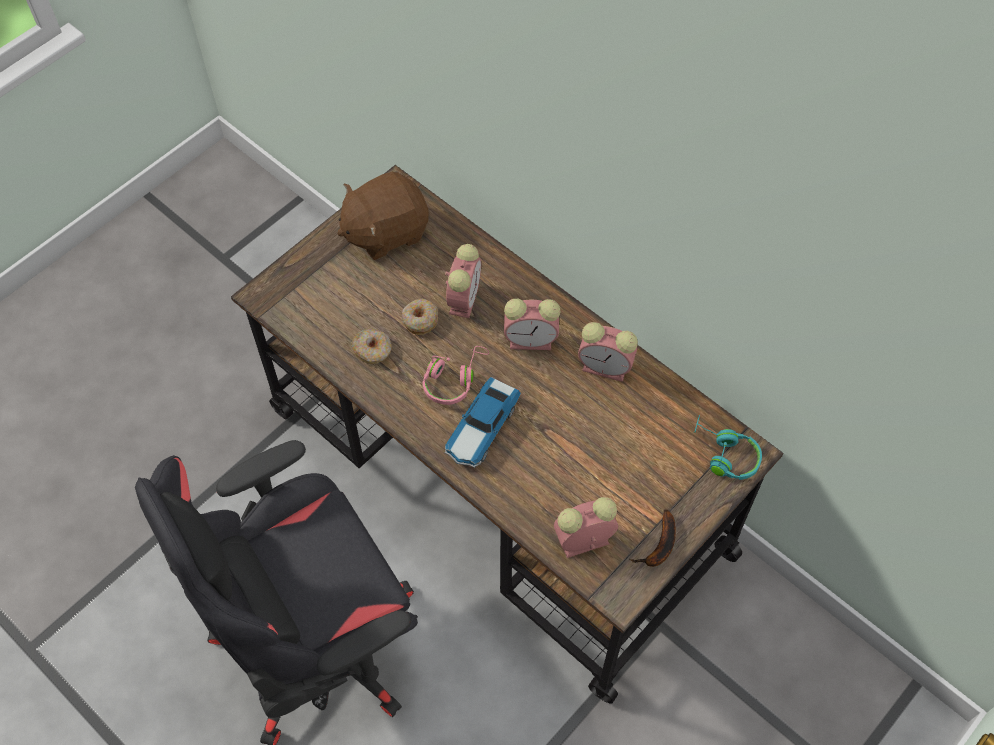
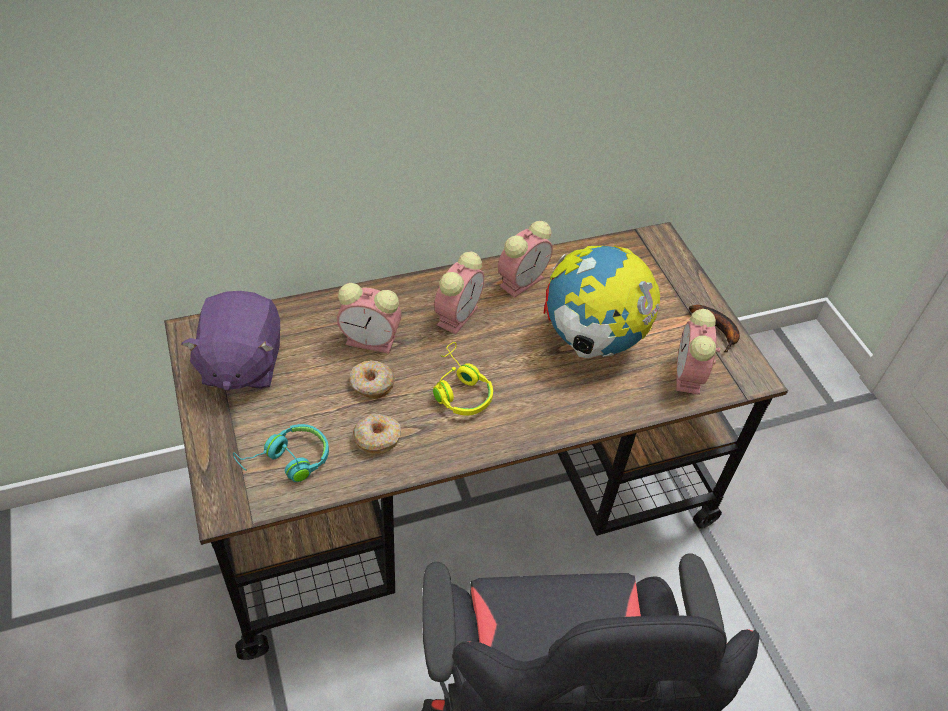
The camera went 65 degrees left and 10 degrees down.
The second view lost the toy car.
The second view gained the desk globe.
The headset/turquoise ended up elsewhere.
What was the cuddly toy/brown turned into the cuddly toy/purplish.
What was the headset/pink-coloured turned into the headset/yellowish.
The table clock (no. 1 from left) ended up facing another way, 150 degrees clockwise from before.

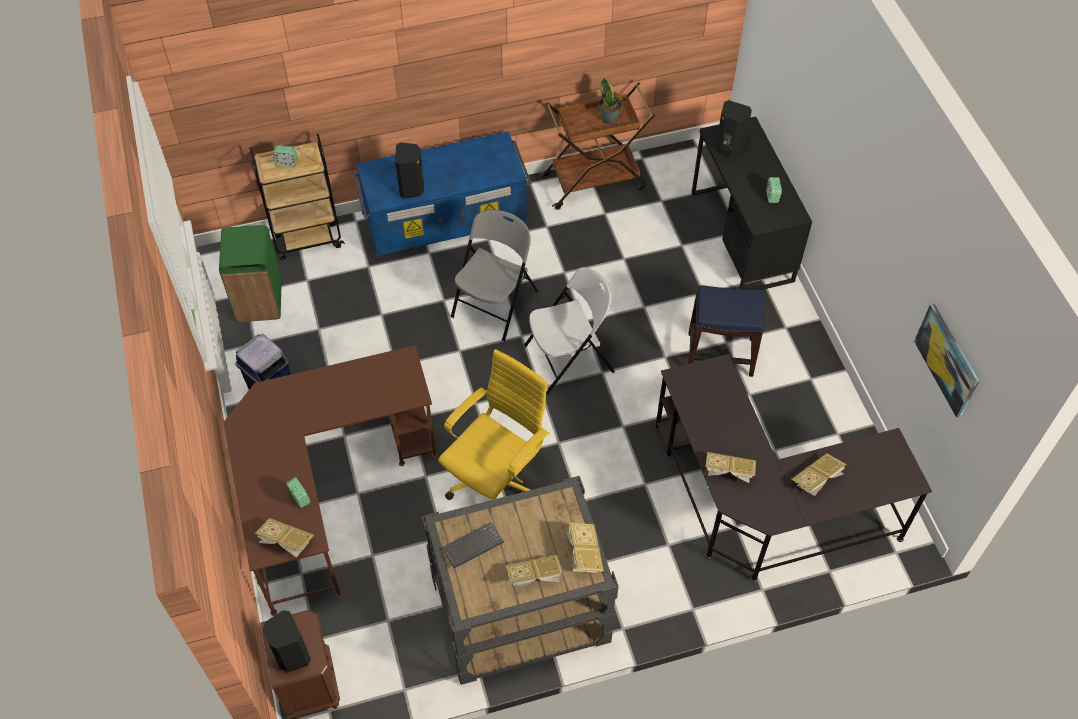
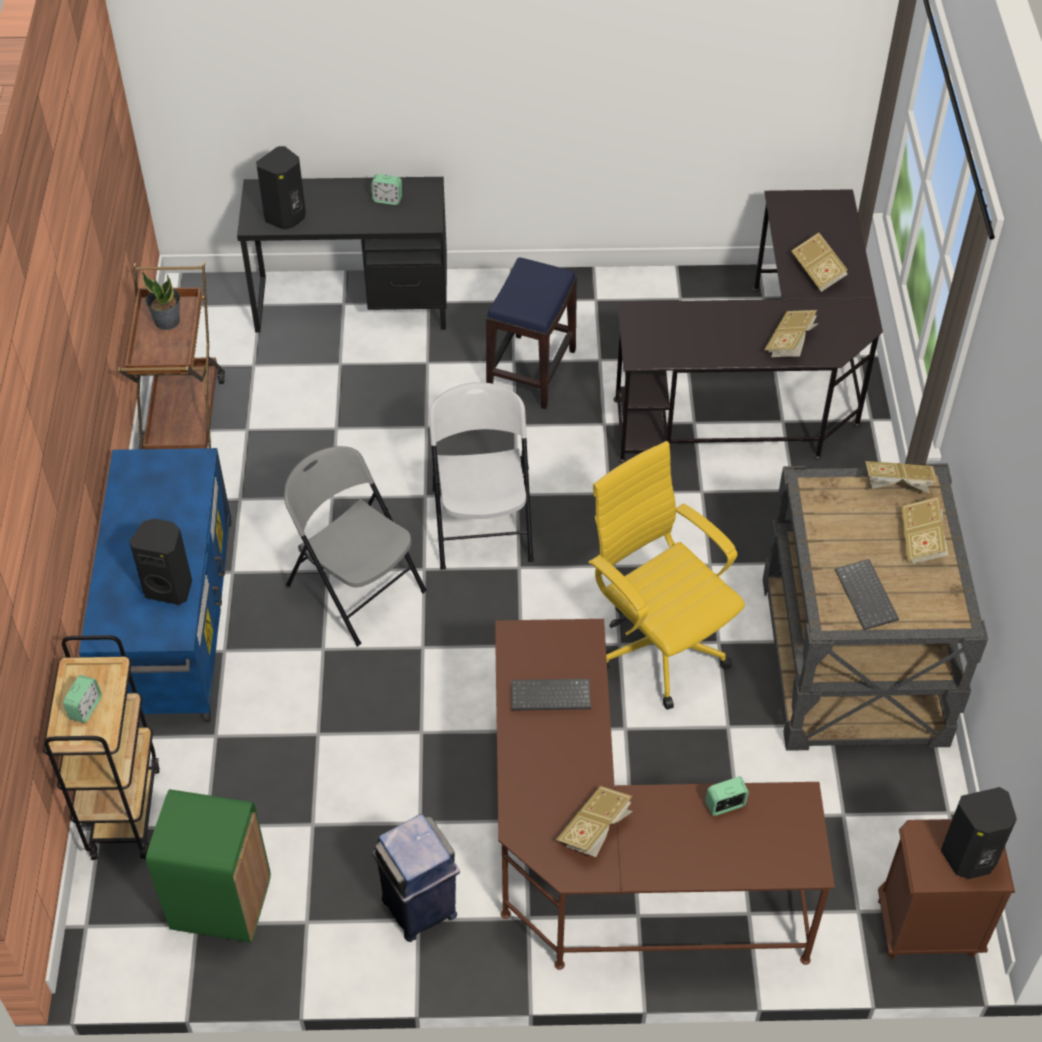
The camera went 75 degrees left and 5 degrees down.
The second view lost the wall art.
The second view gained the PC keyboard (no. 1 from left).
The bound book (no. 1 from left) ended up elsewhere.

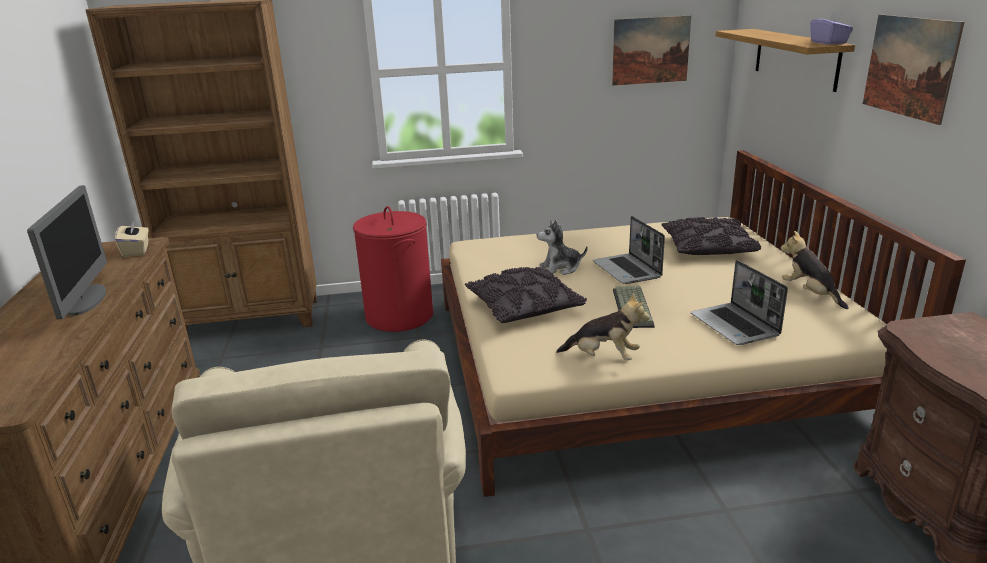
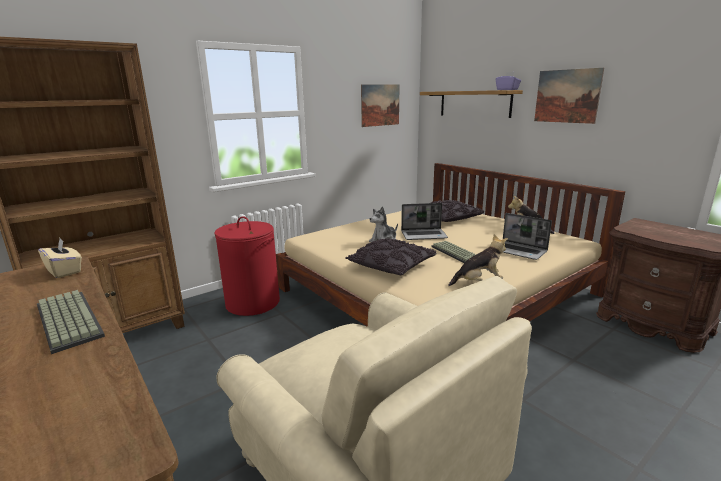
The camera went 30 degrees left and 5 degrees down.
Where the monitor stood, the PC keyboard (no. 1 from left) came to stand.
The laptop (no. 1 from left) ended up facing another way, 45 degrees counterclockwise from before.

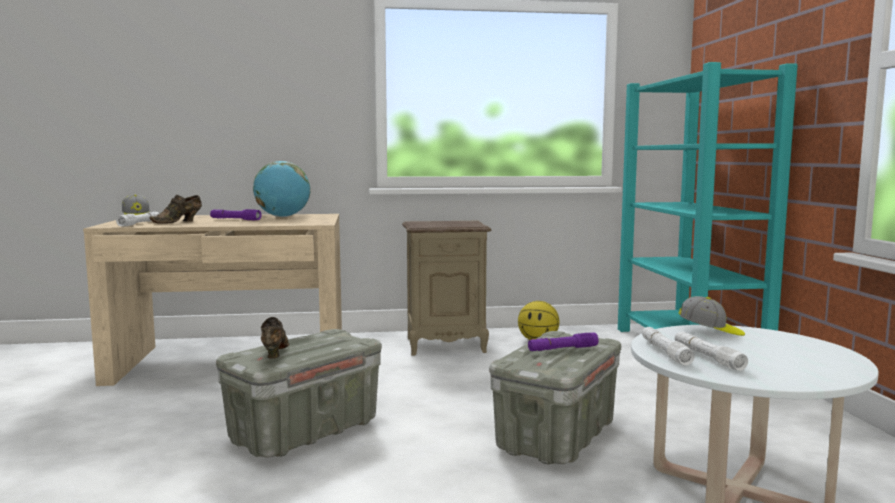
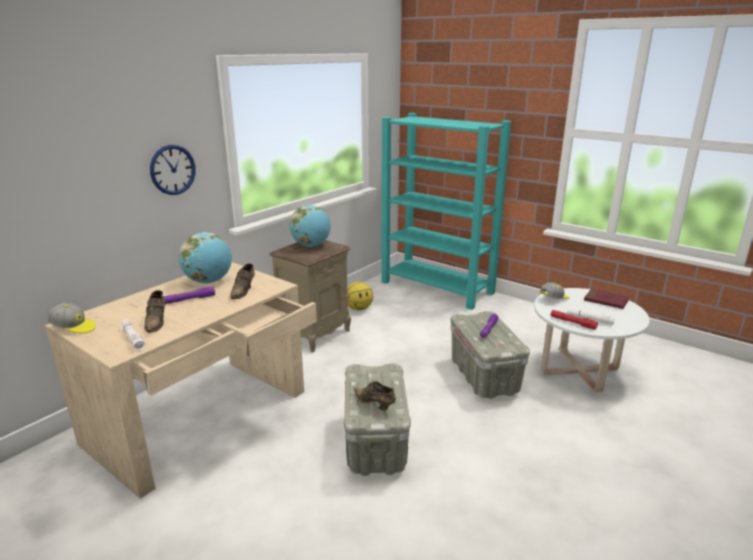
The camera went 45 degrees left and 15 degrees up.
The second view gained the wall clock.
The second view gained the low shoe/brown (no. 2 from left).
The second view gained the desk globe (no. 2 from left).
The second view gained the bound book/red-coloured.
What was the torch/whitish (no. 2 from left) turned into the torch/red-coloured.

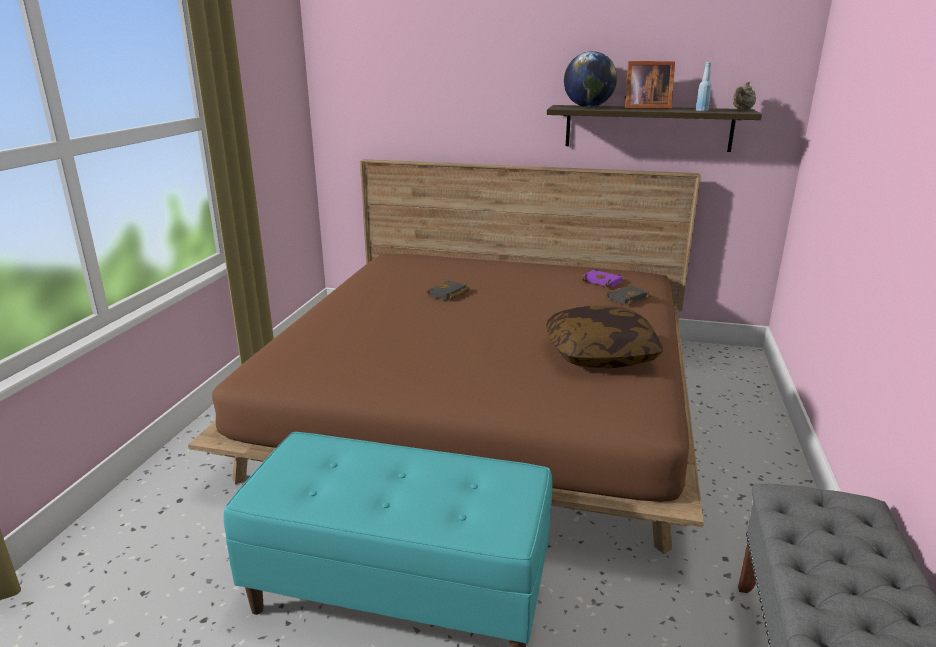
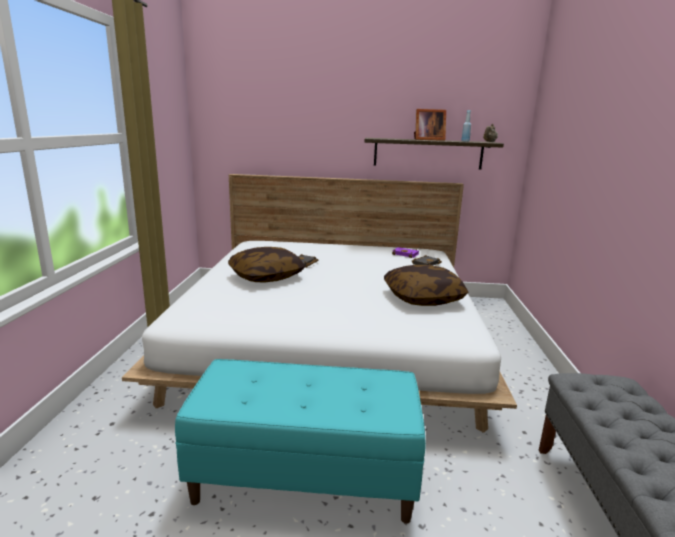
The camera went 10 degrees left and 5 degrees down.
The second view lost the desk globe.
The second view gained the throw pillow (no. 1 from left).
What was the sleeping bed/brown turned into the sleeping bed/whitish.

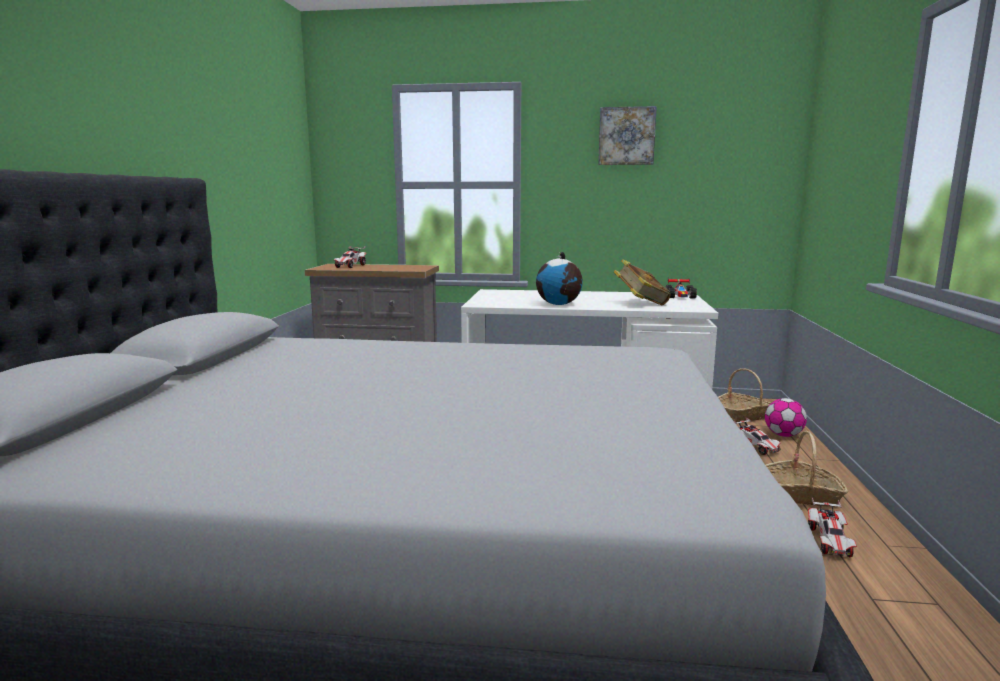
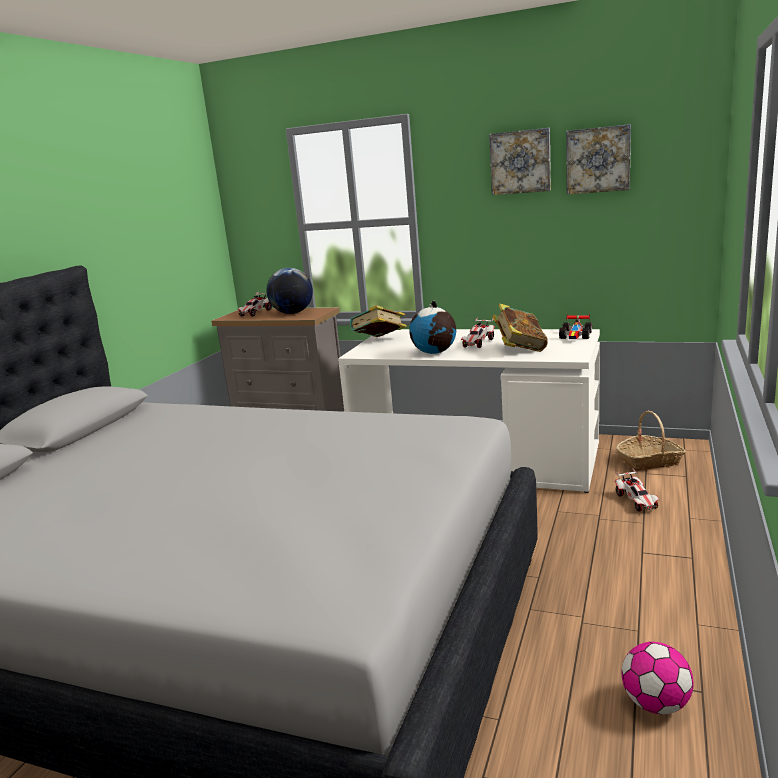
The camera went 15 degrees right and 5 degrees up.
The second view lost the basket (no. 2 from left).
The second view gained the desk globe (no. 1 from left).
The second view gained the bound book (no. 1 from left).
The second view gained the wall art (no. 2 from left).
The football ball ended up elsewhere.
The toy car (no. 4 from left in the first image) ended up elsewhere.

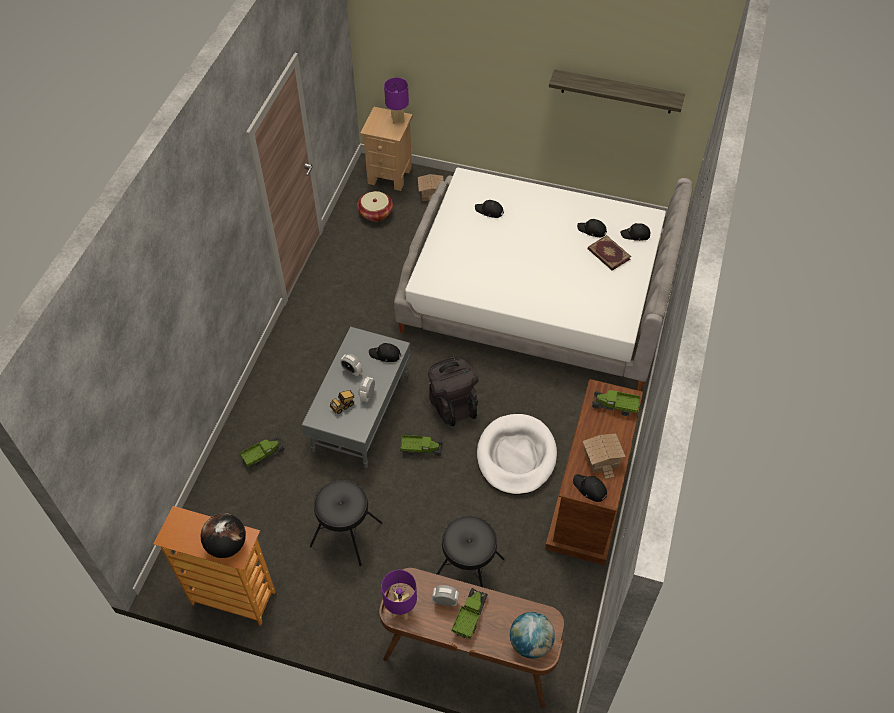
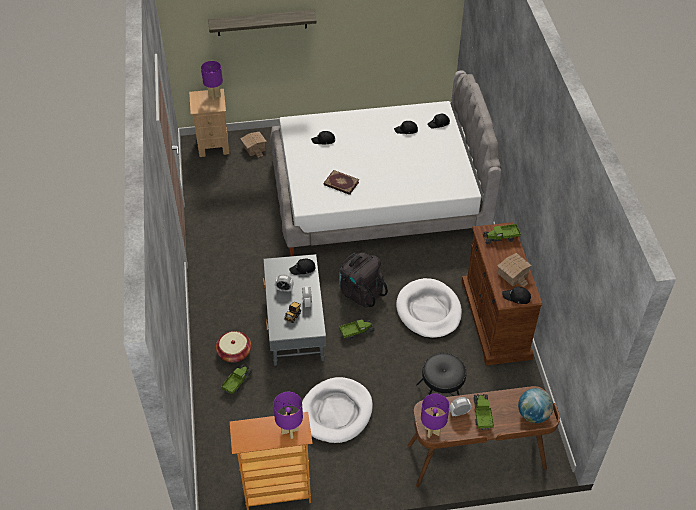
The camera went 25 degrees left and 5 degrees down.
The basket ended up elsewhere.
The shelf ended up elsewhere.
The bound book ended up elsewhere.
Where the desk globe (no. 1 from left) stood, the lamp for a table/purplish (no. 2 from left) came to stand.
Where the stool/black-coloured (no. 1 from left) stood, the dog cushion/whitish (no. 1 from left) came to stand.

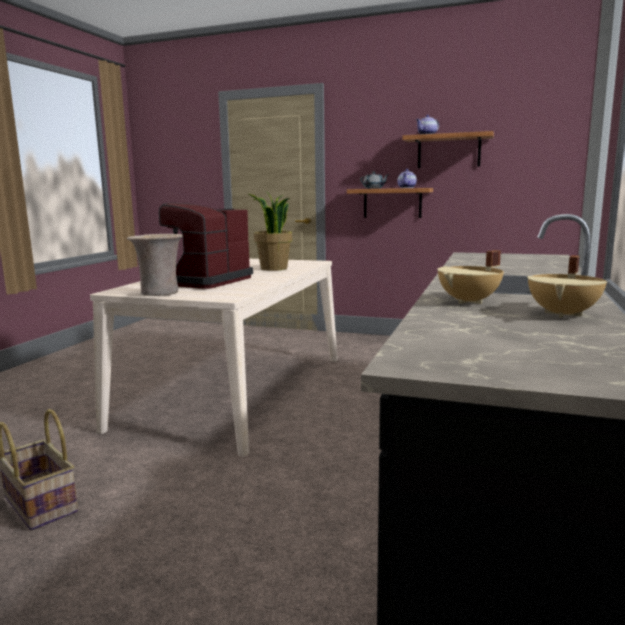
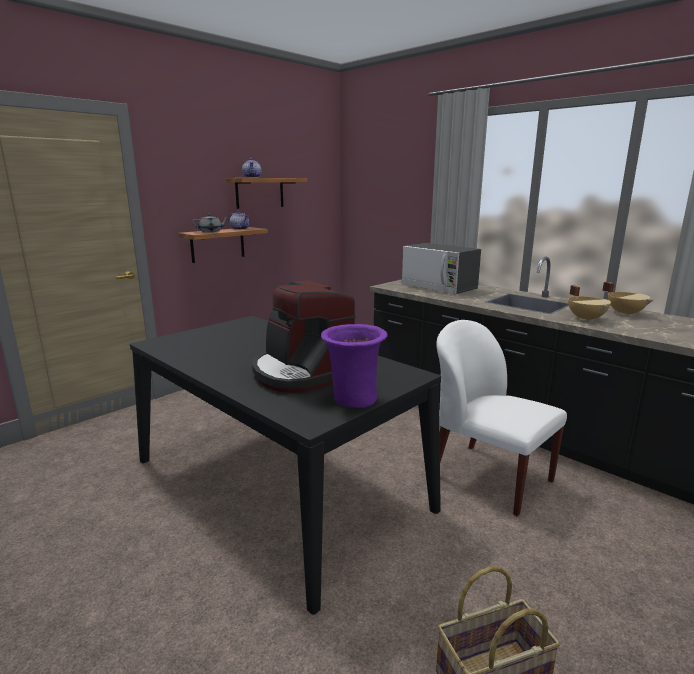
The camera went 65 degrees left and 5 degrees up.
The second view lost the houseplant.
The second view gained the microwave.
The second view gained the plain chair/whitish.
What was the dinner table/beige turned into the dinner table/black-coloured.
What was the flower vase/beige turned into the flower vase/purplish.

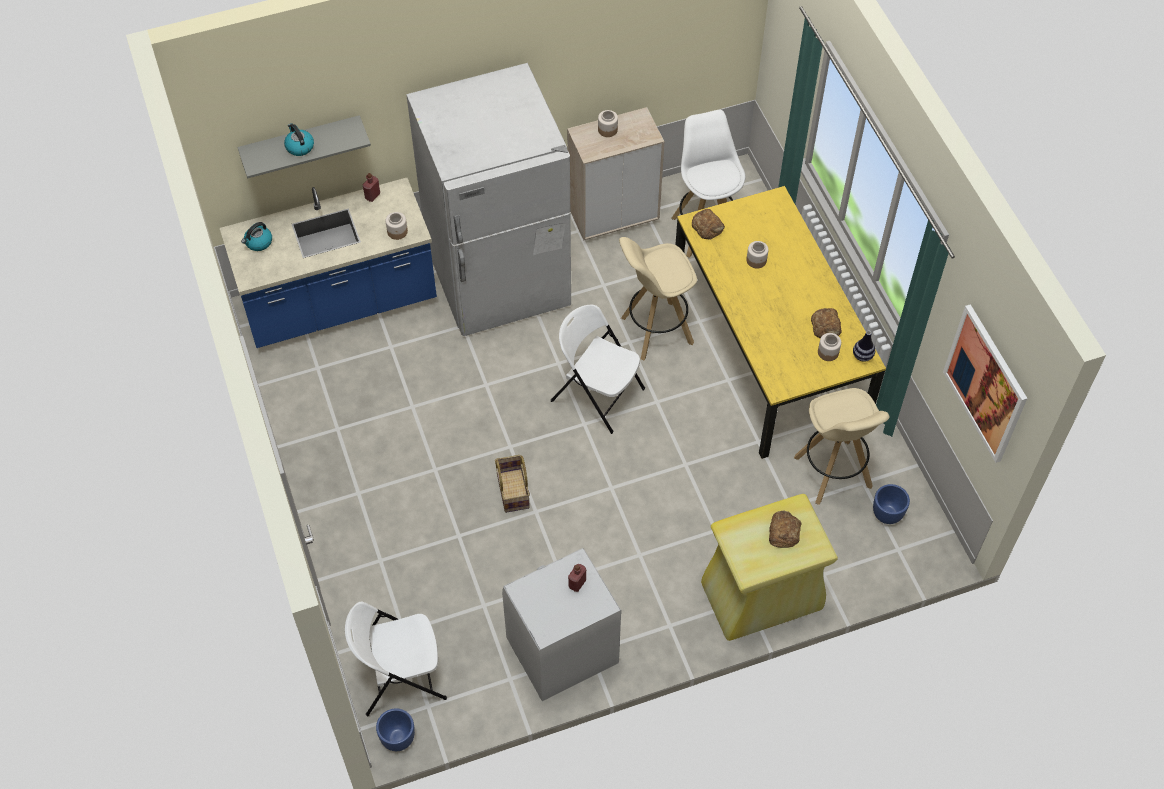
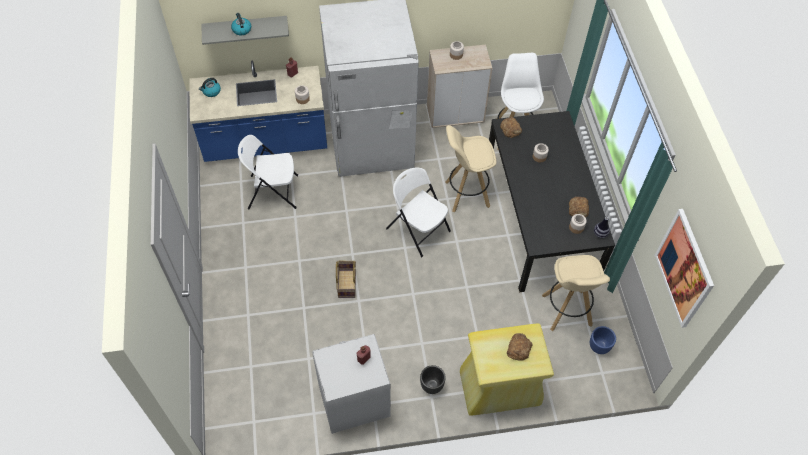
The camera went 10 degrees right and 0 degrees up.
The second view lost the plant pot/blue-coloured (no. 1 from left).
The second view gained the plant pot/black-coloured.
The plain chair/whitish (no. 1 from left) ended up elsewhere.
What was the dinner table/yellowish turned into the dinner table/black-coloured.

